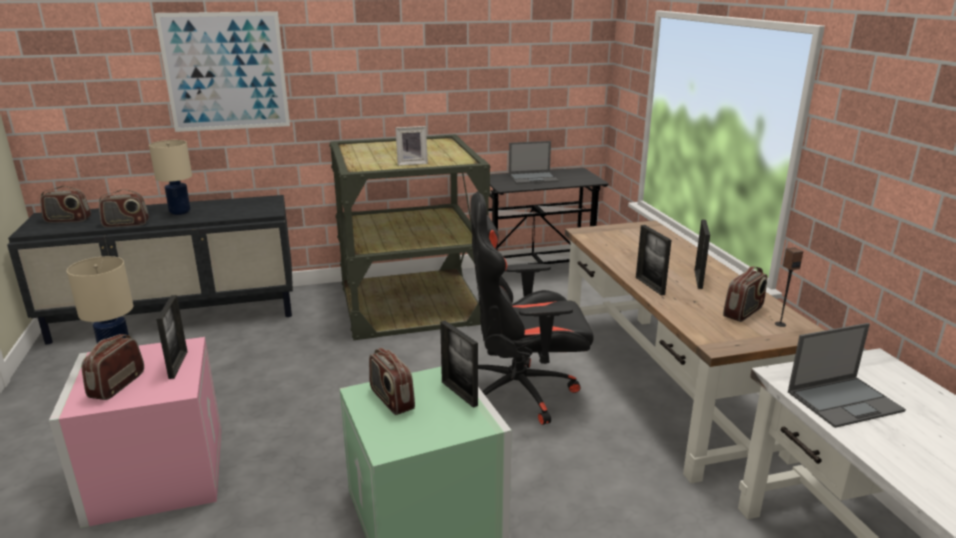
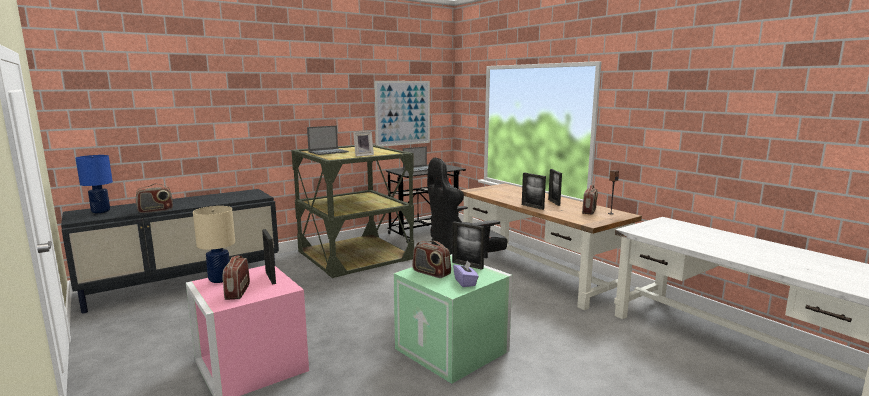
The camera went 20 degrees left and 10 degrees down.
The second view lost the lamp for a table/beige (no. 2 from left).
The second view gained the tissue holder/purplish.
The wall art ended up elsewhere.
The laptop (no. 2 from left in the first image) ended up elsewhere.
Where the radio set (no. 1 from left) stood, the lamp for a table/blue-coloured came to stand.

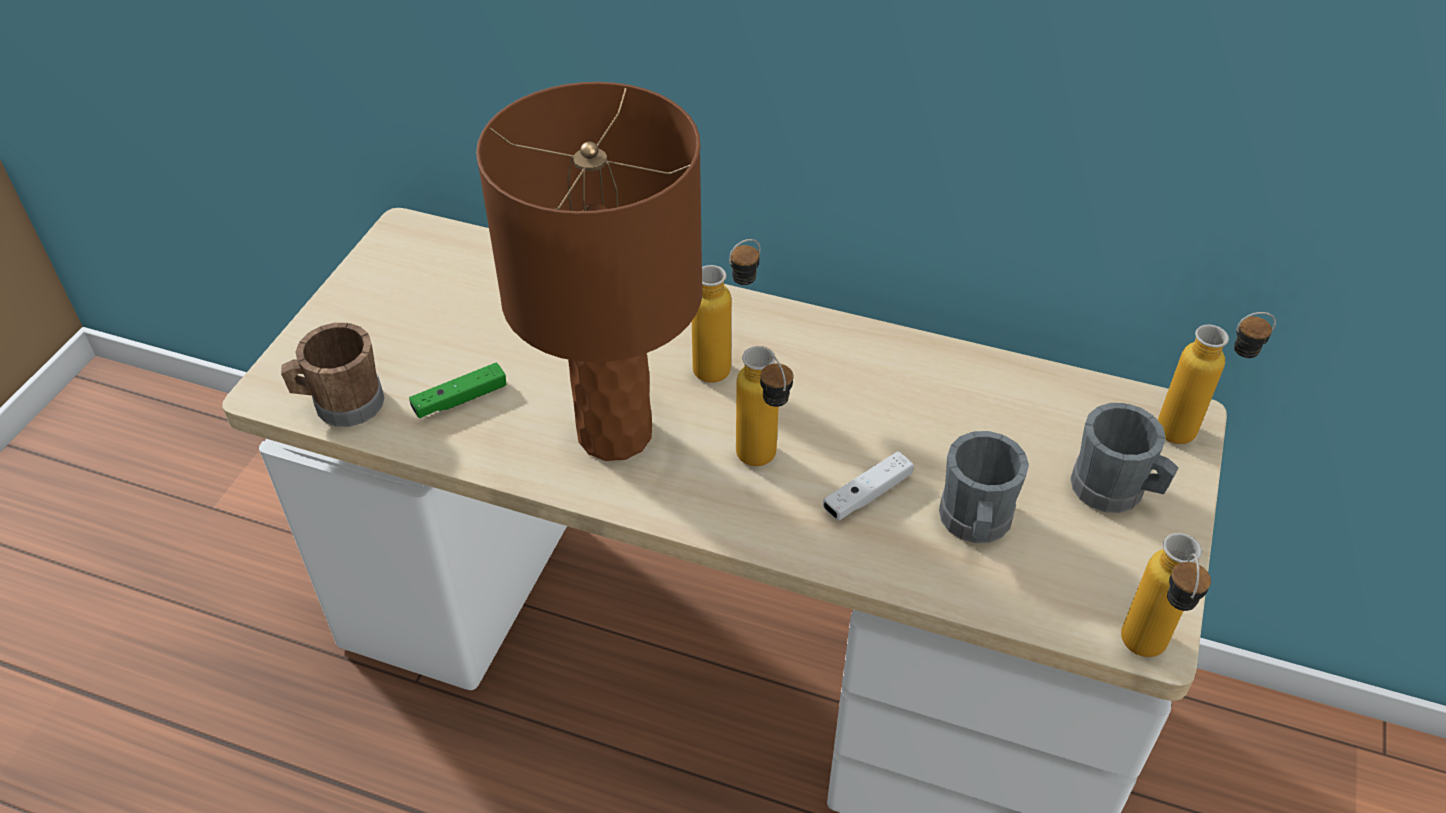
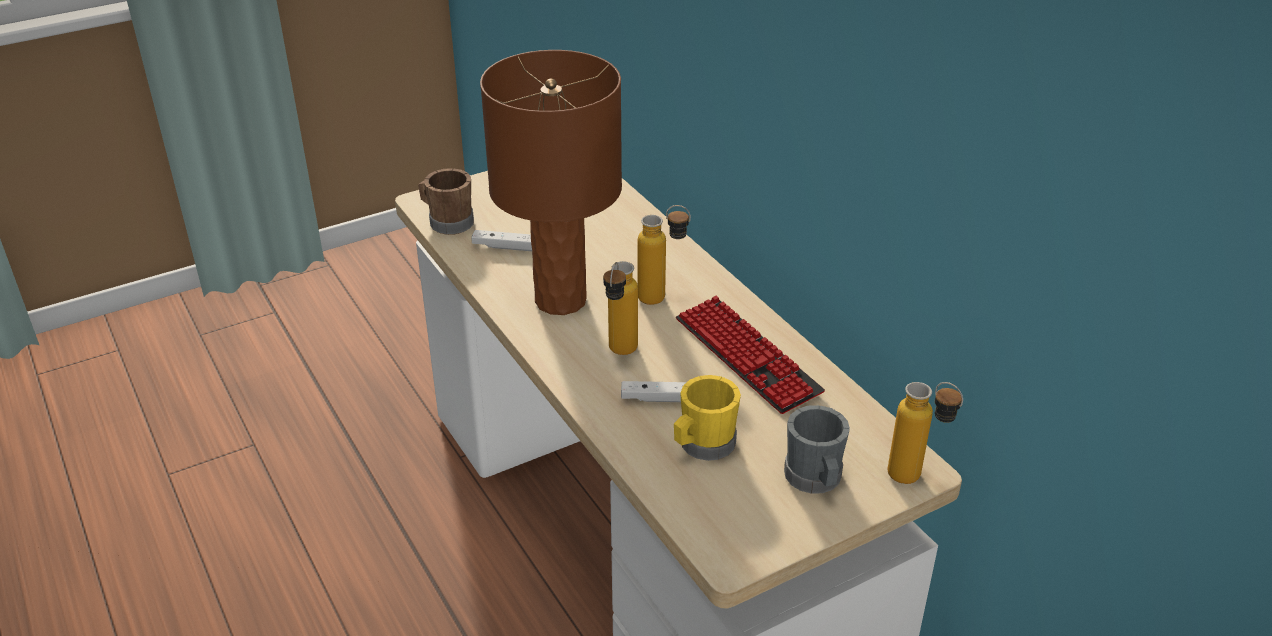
The camera went 40 degrees right and 10 degrees down.
The second view lost the bottle (no. 3 from left).
The second view gained the PC keyboard.
What was the game controller/green turned into the game controller/whitish (no. 1 from left).
What was the coffee mug/grey (no. 1 from left) turned into the coffee mug/yellowish.

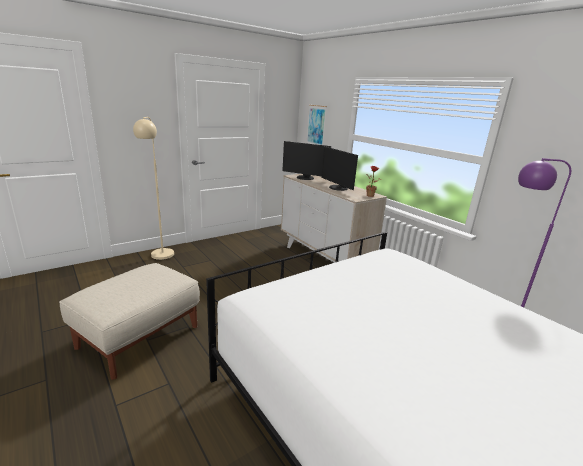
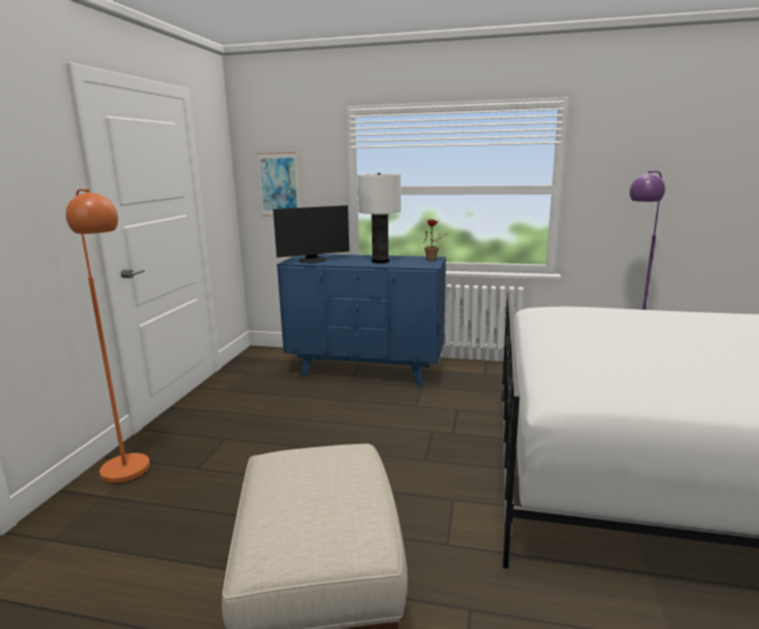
The camera went 40 degrees left and 5 degrees down.
Where the monitor (no. 2 from left) stood, the lamp for a table/whitish came to stand.
What was the standard lamp/beige turned into the standard lamp/orangey.
What was the drawer chest/whitish turned into the drawer chest/blue-coloured.

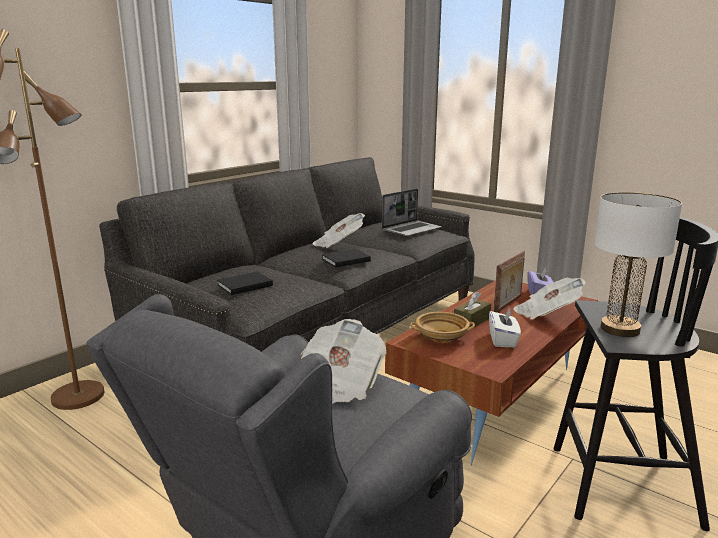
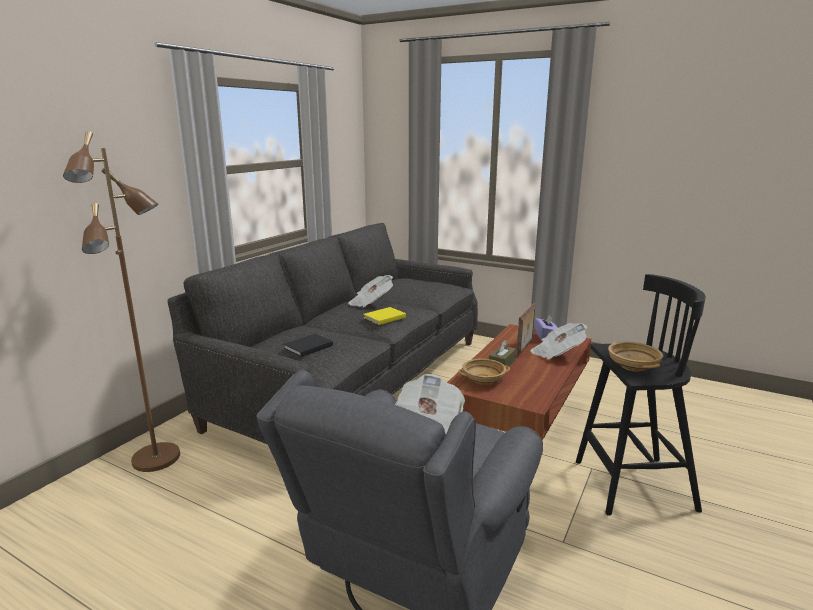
The camera went 10 degrees left and 0 degrees up.
The second view lost the laptop.
The second view lost the tissue holder/whitish.
Where the lamp for a table stood, the serving bowl/beige (no. 2 from left) came to stand.
What was the bound book/black-coloured (no. 2 from left) turned into the bound book/yellowish.

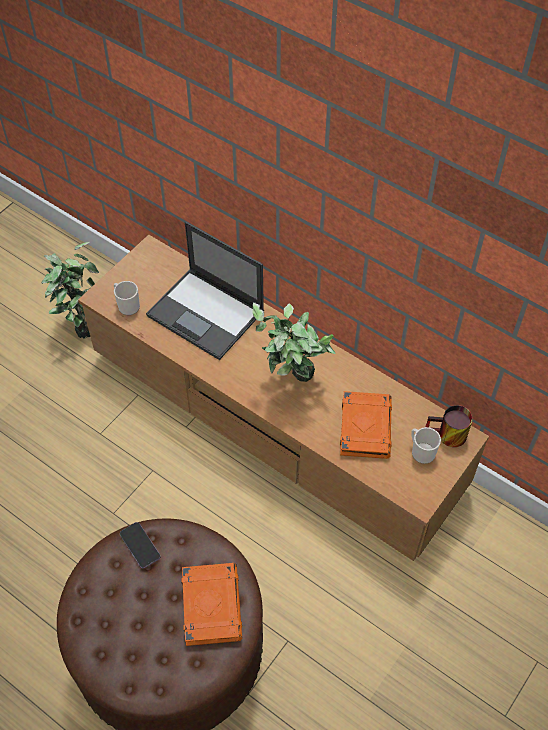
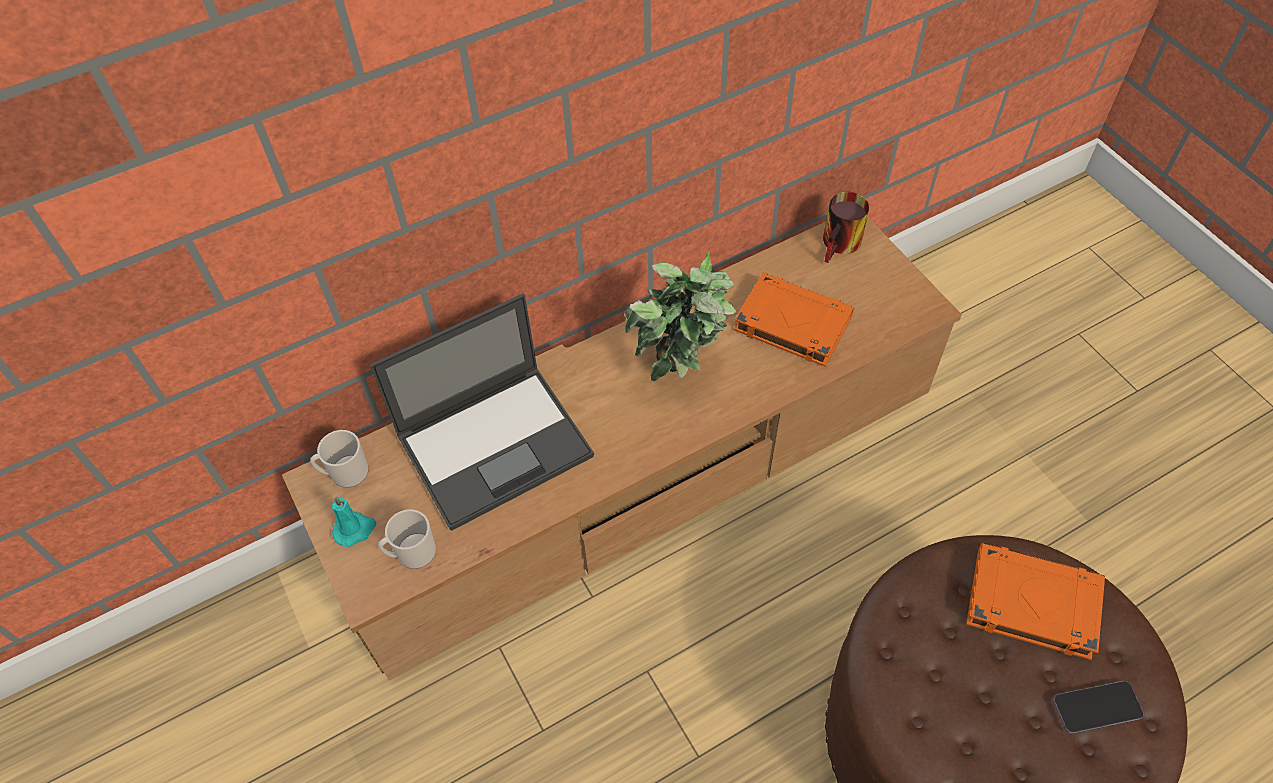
The camera went 65 degrees left and 0 degrees up.
The second view lost the houseplant (no. 1 from left).
The second view gained the candle/turquoise.
The phone ended up elsewhere.
The coffee mug (no. 2 from left in the first image) ended up elsewhere.

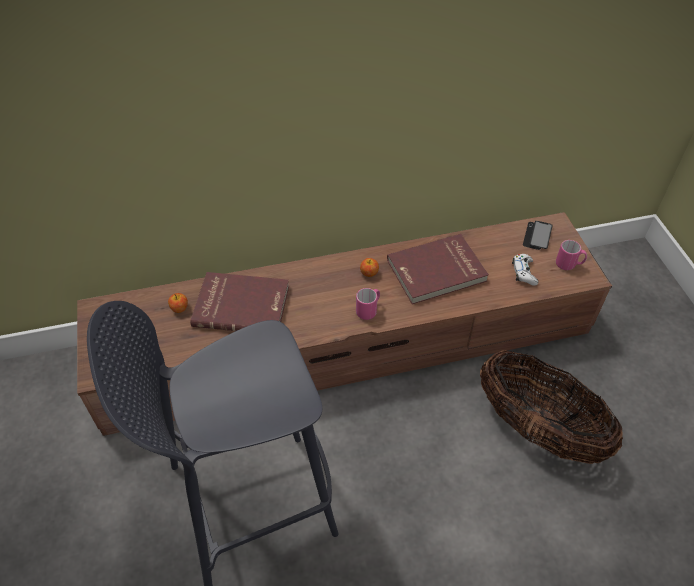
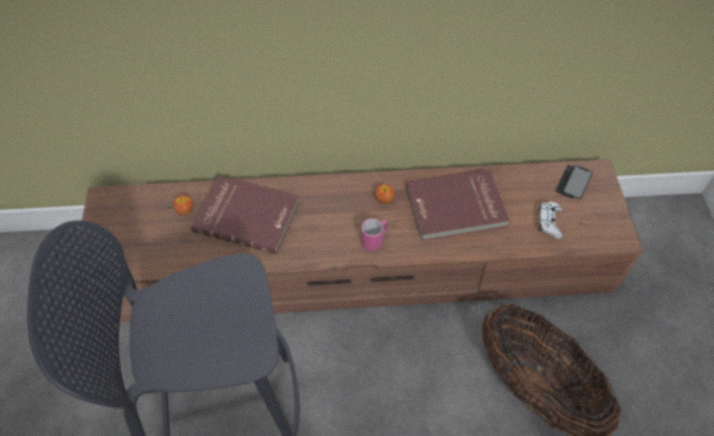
The camera went 10 degrees right and 5 degrees up.
The second view lost the coffee mug/pink-coloured (no. 2 from left).

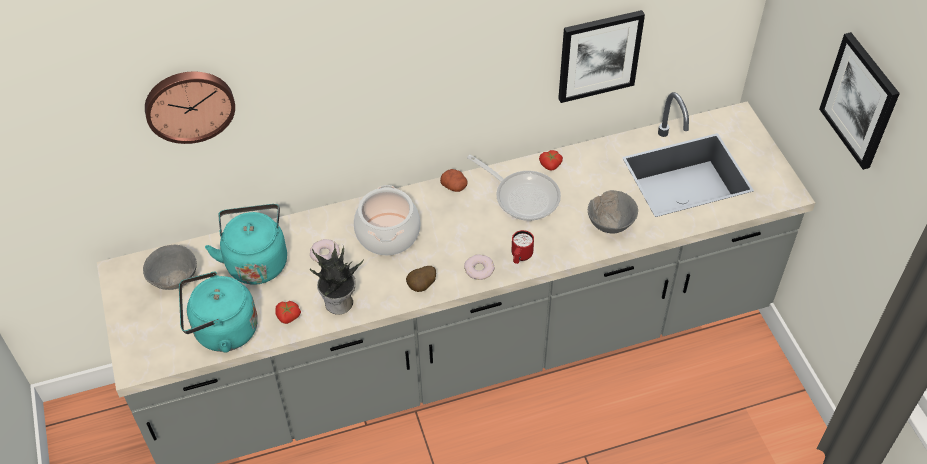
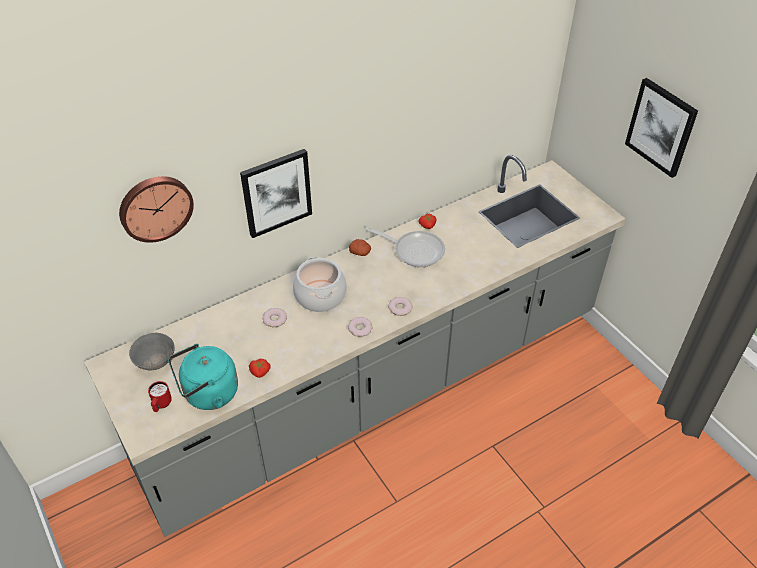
The camera went 15 degrees left and 5 degrees down.
The second view lost the water kettle/turquoise (no. 2 from left).
The second view lost the houseplant.
The second view lost the serving bowl/grey (no. 2 from left).
The coffee mug/red-coloured ended up elsewhere.
The wall art (no. 1 from left) ended up elsewhere.
Where the whole potato (no. 1 from left) stood, the ring doughnut (no. 2 from left) came to stand.

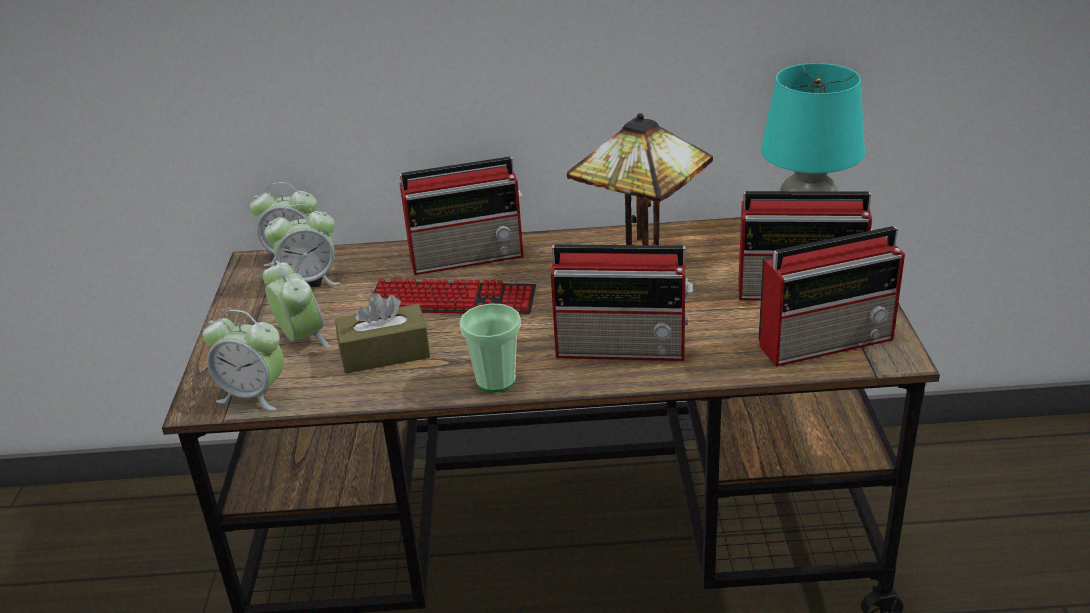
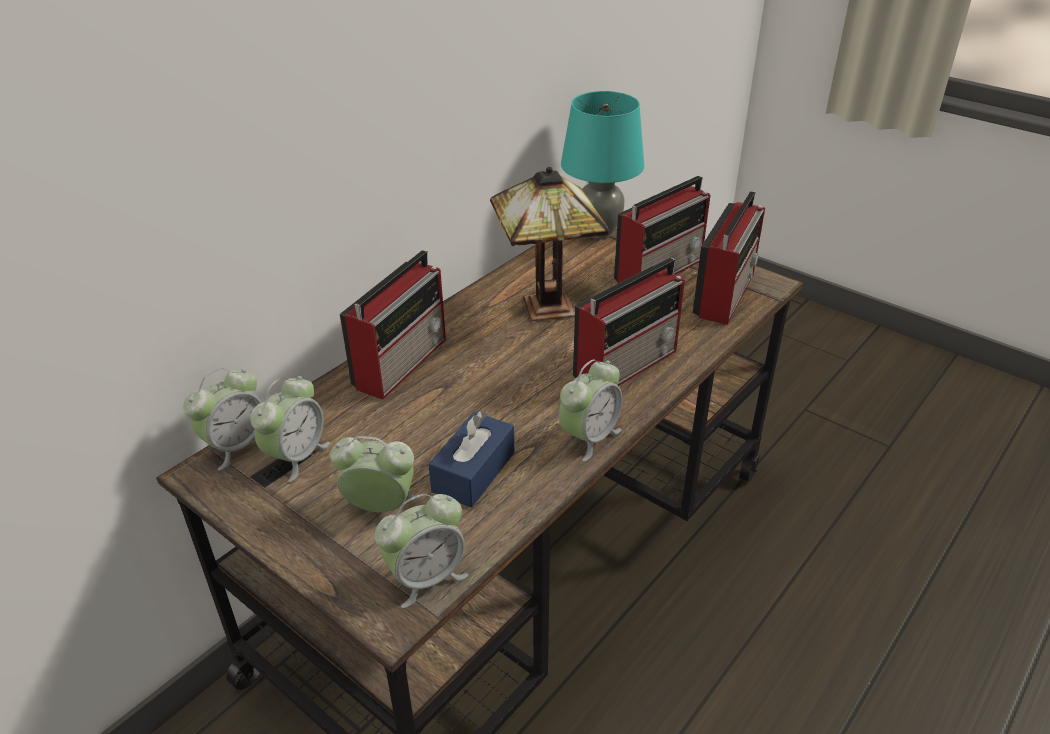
The camera went 50 degrees left and 5 degrees up.
The second view lost the PC keyboard.
Where the cup stood, the table clock (no. 5 from left) came to stand.
What was the tissue holder/brown turned into the tissue holder/blue-coloured.

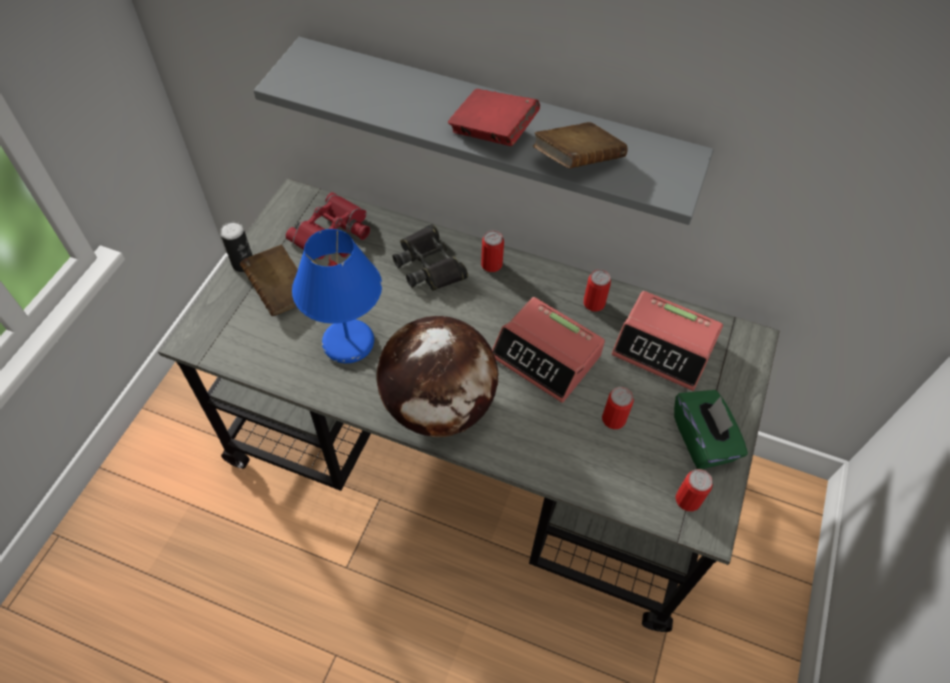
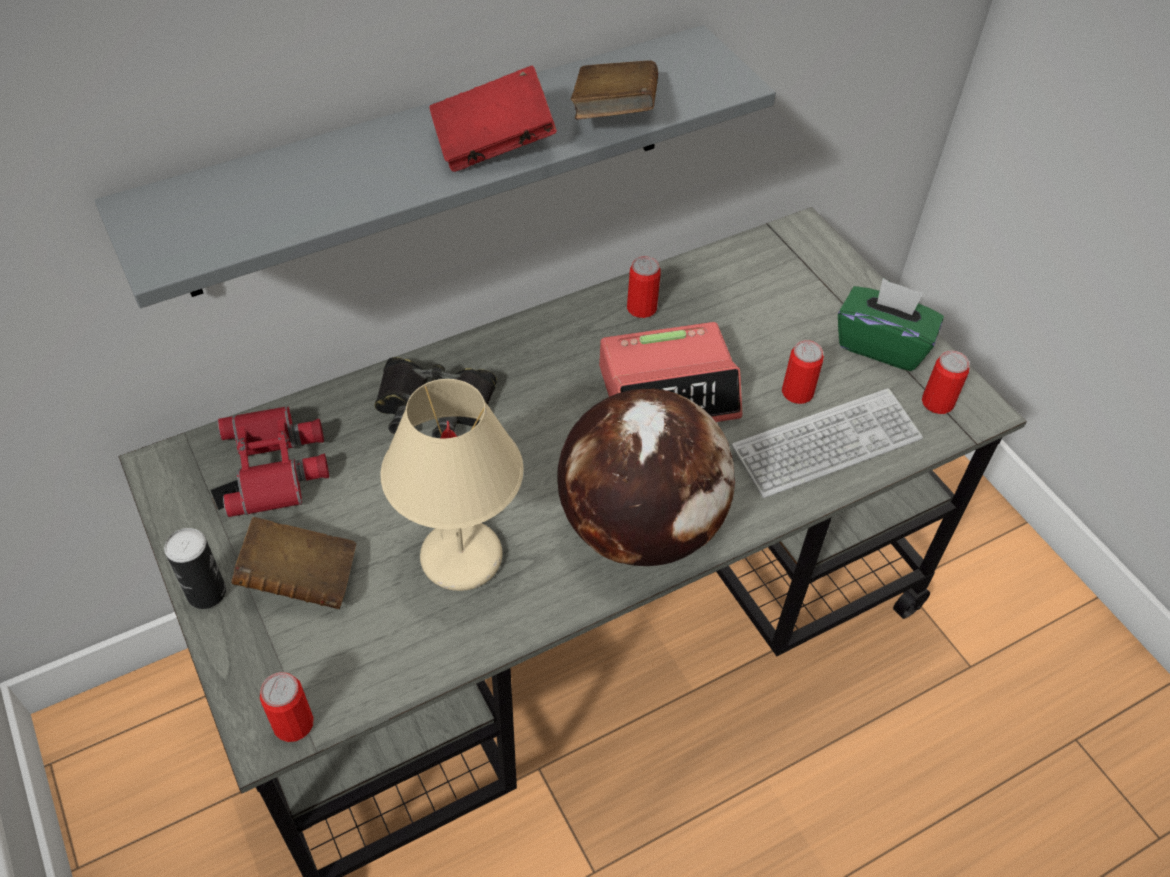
The camera went 50 degrees left and 5 degrees down.
The second view lost the table clock (no. 2 from left).
The second view gained the PC keyboard.
The sealed can (no. 2 from left) ended up elsewhere.
What was the lamp for a table/blue-coloured turned into the lamp for a table/beige.

